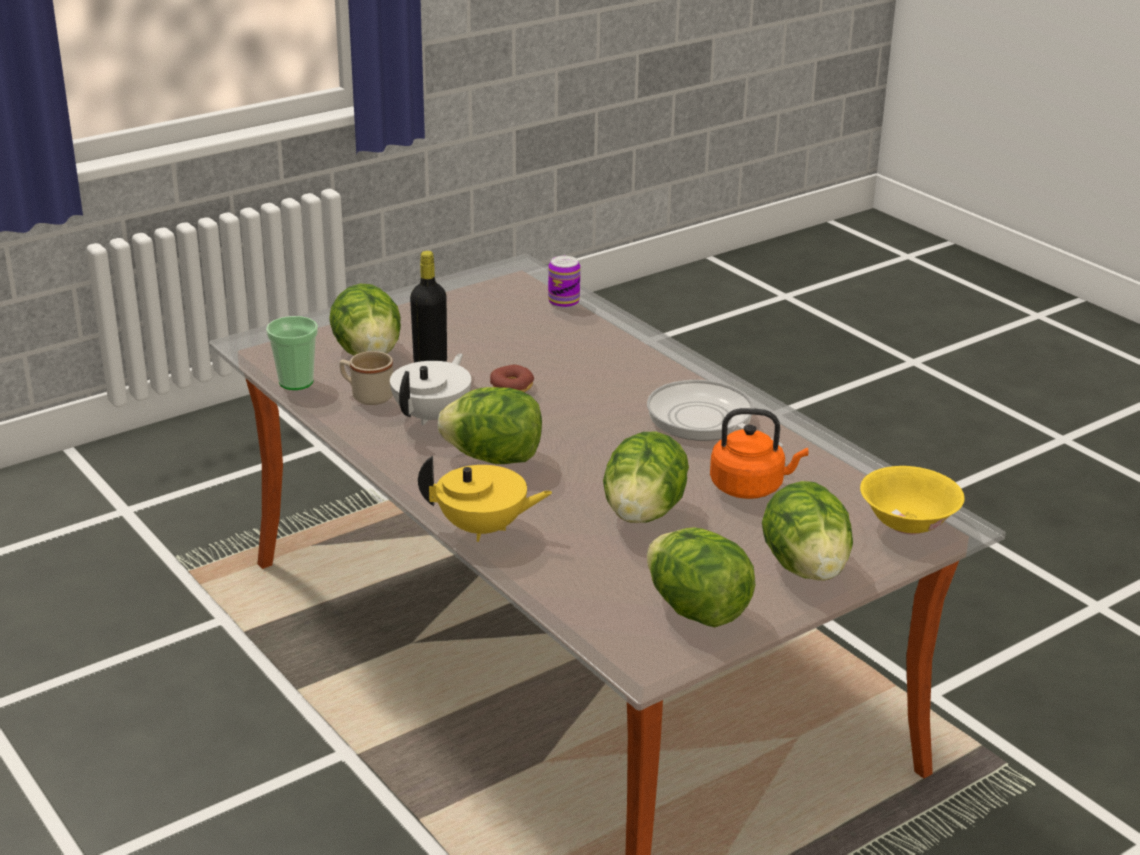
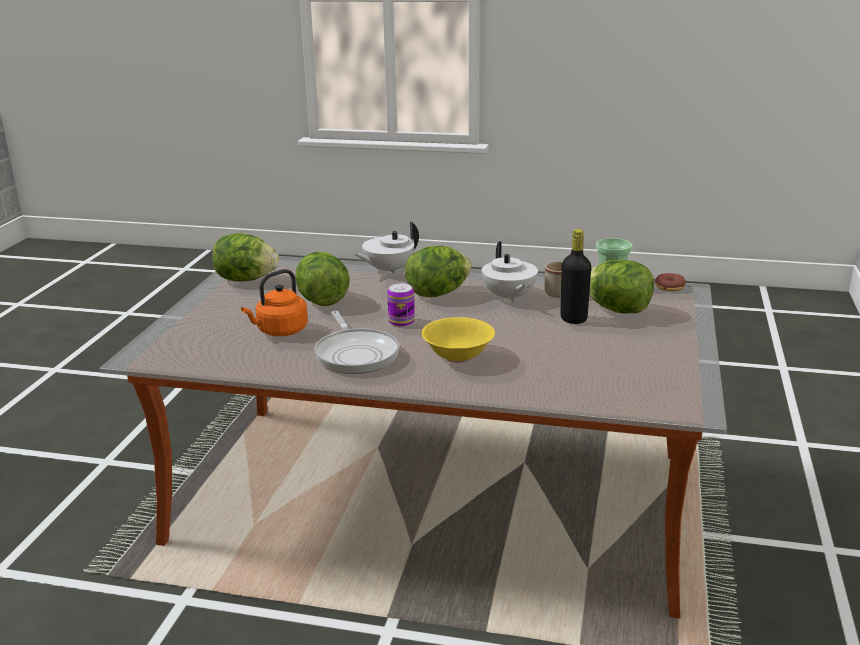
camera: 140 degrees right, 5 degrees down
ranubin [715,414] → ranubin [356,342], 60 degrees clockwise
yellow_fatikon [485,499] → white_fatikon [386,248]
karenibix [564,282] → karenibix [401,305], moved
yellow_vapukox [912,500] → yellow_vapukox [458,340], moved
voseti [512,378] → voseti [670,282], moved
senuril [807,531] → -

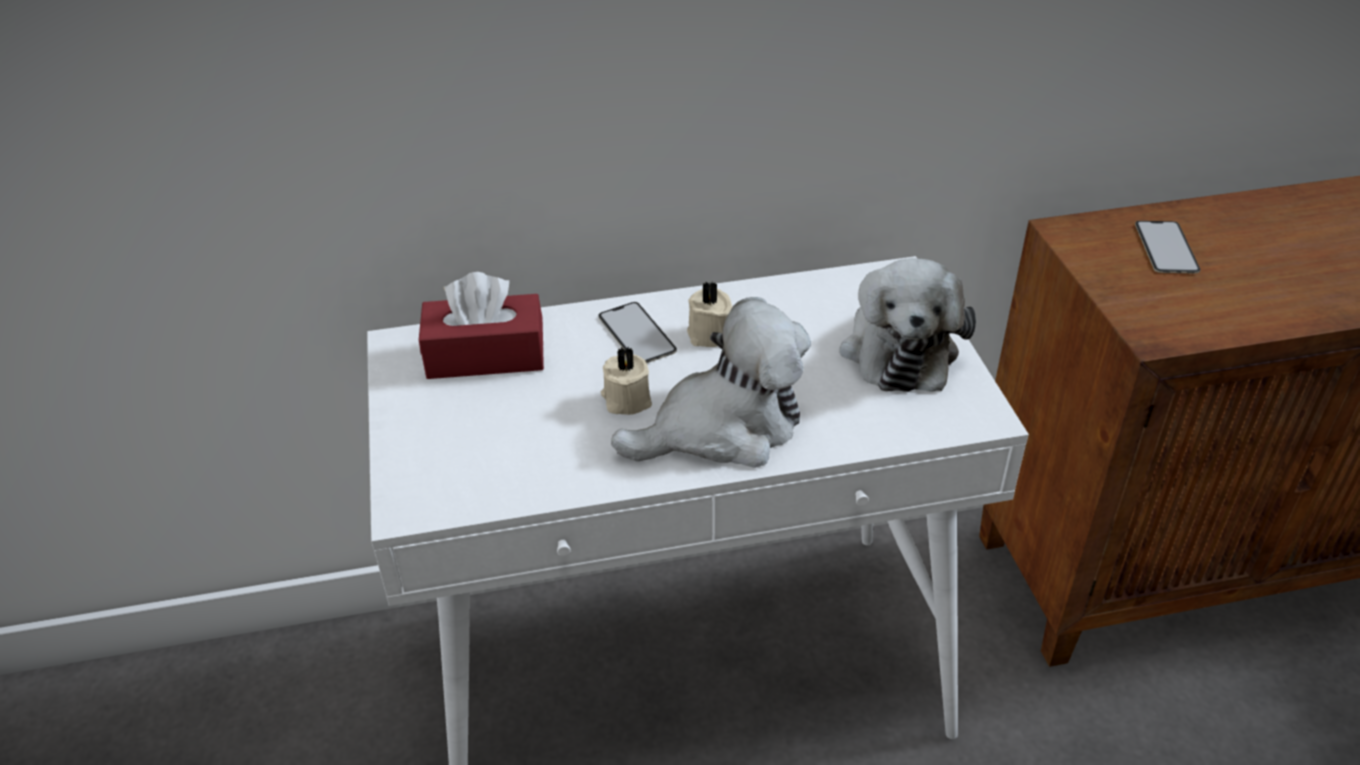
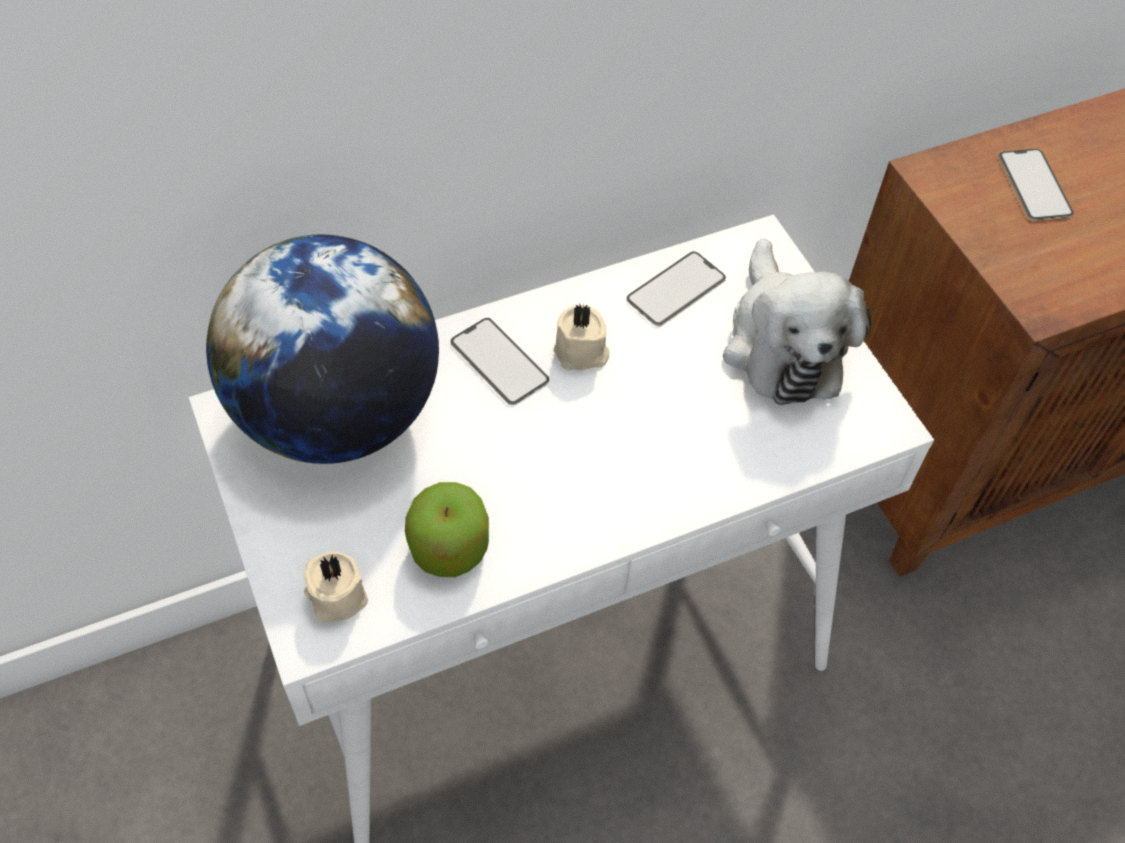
camera: 15 degrees left, 15 degrees up
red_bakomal [481,325] → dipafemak [322,349]
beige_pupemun [626,380] → beige_pupemun [335,587], moved
- → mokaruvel [447,529]
- → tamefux [676,288]
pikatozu [711,382] → -

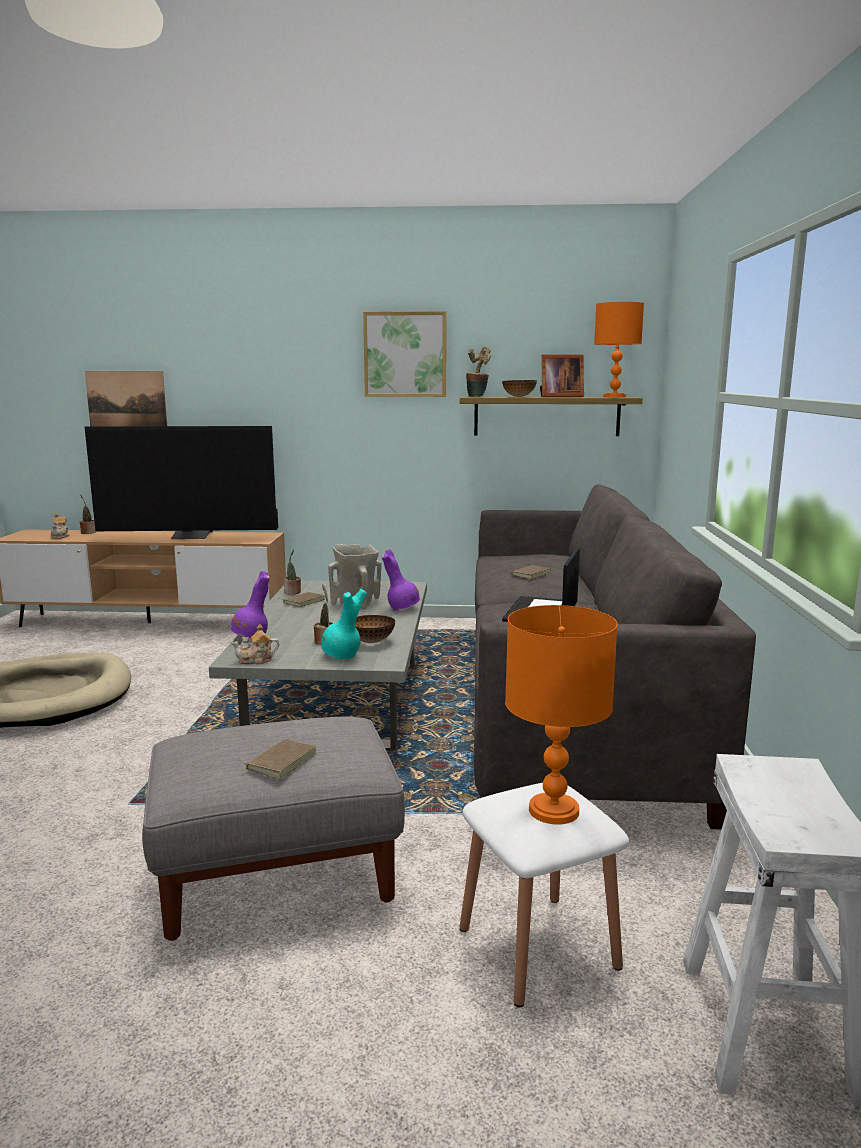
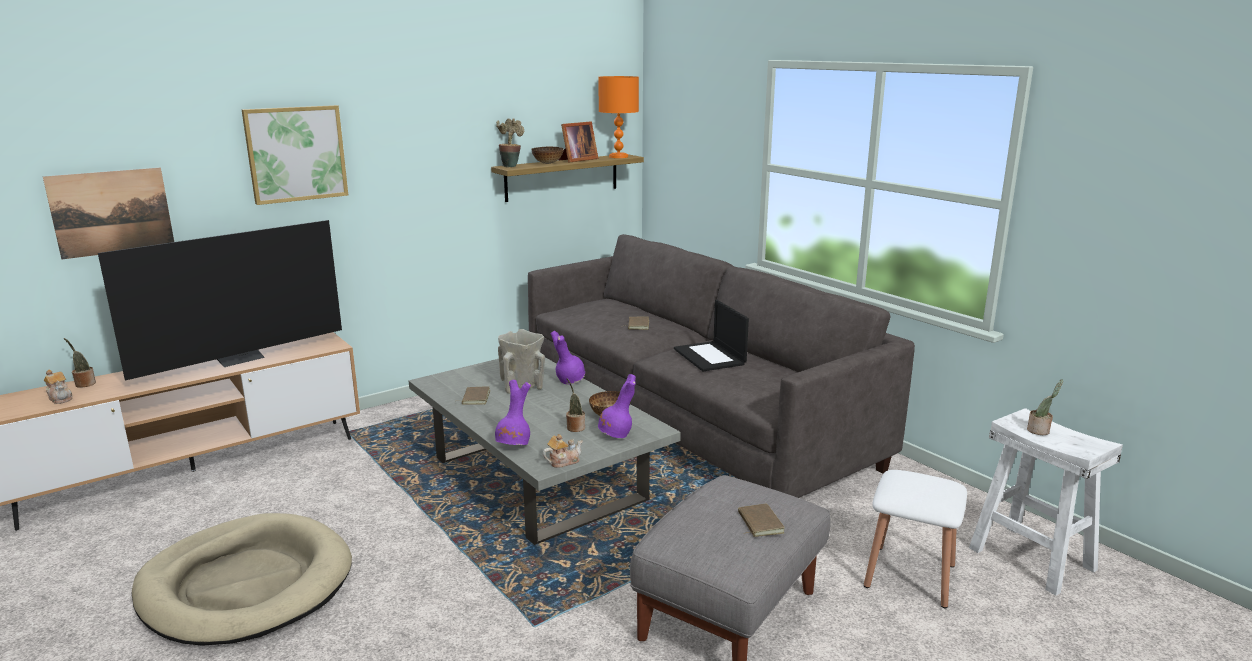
camera: 40 degrees left, 5 degrees up
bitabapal [404,354] → bitabapal [295,155], moved
fatikon [255,644] → fatikon [563,451], 150 degrees counterclockwise
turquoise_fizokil [344,624] → purple_fizokil [617,406]
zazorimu [292,572] → zazorimu [1045,407], moved
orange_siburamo [561,715] → -

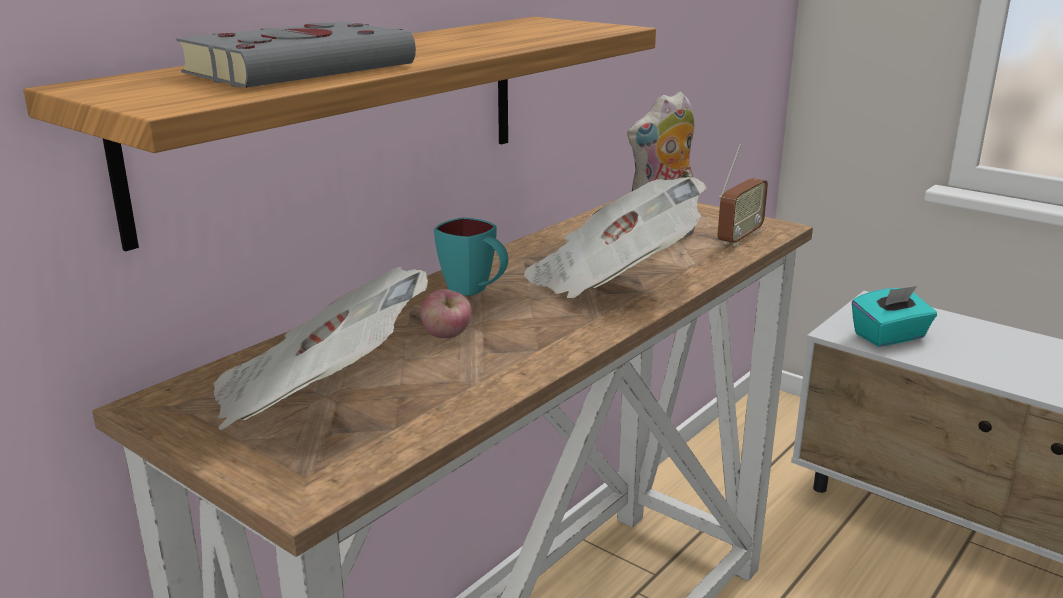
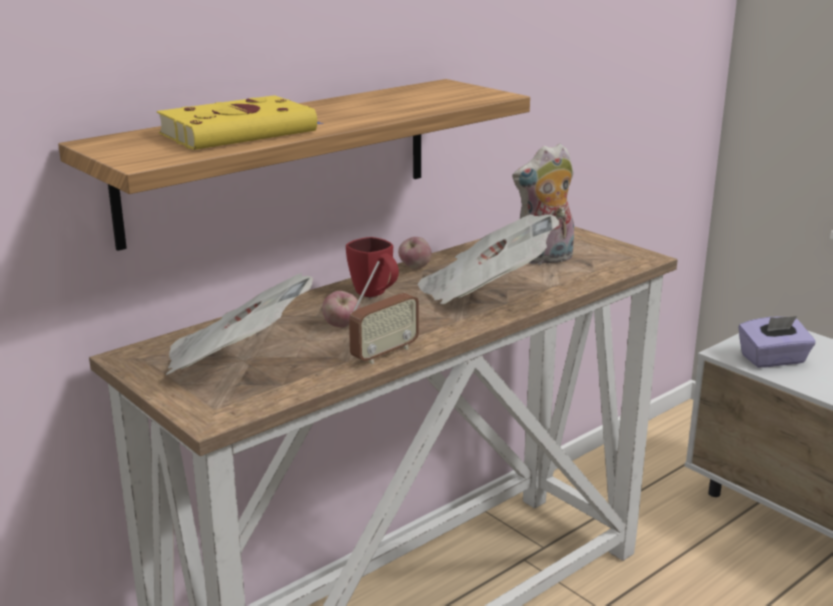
camera: 10 degrees right, 0 degrees up
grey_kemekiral [296,54] → yellow_kemekiral [240,122]
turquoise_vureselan [471,257] → red_vureselan [372,267]
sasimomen [742,195] → sasimomen [384,312], moved
- → mokaruvel [415,253]
turquoise_bakomal [894,316] → purple_bakomal [777,342]

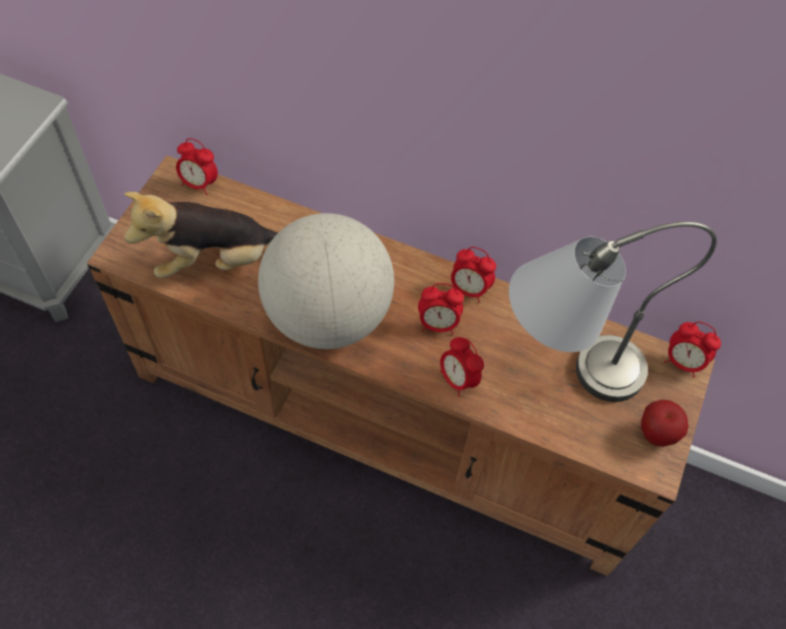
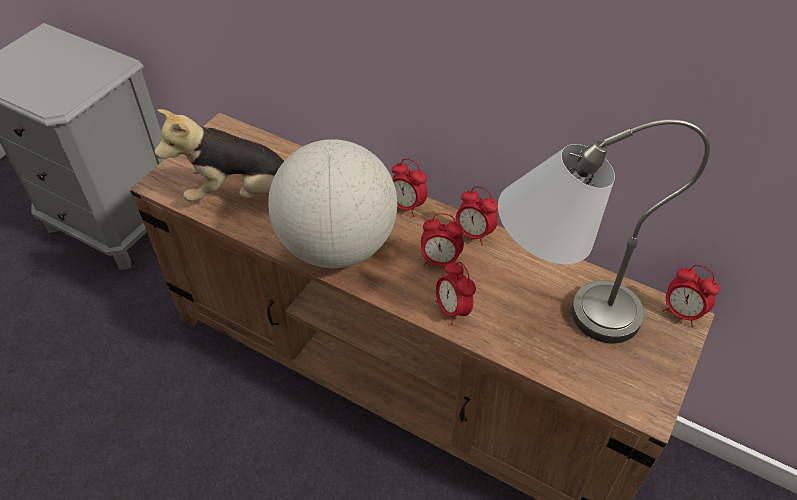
camera: 10 degrees right, 10 degrees down
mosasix [197,166] → mosasix [409,187], moved
mokaruvel [664,423] → -

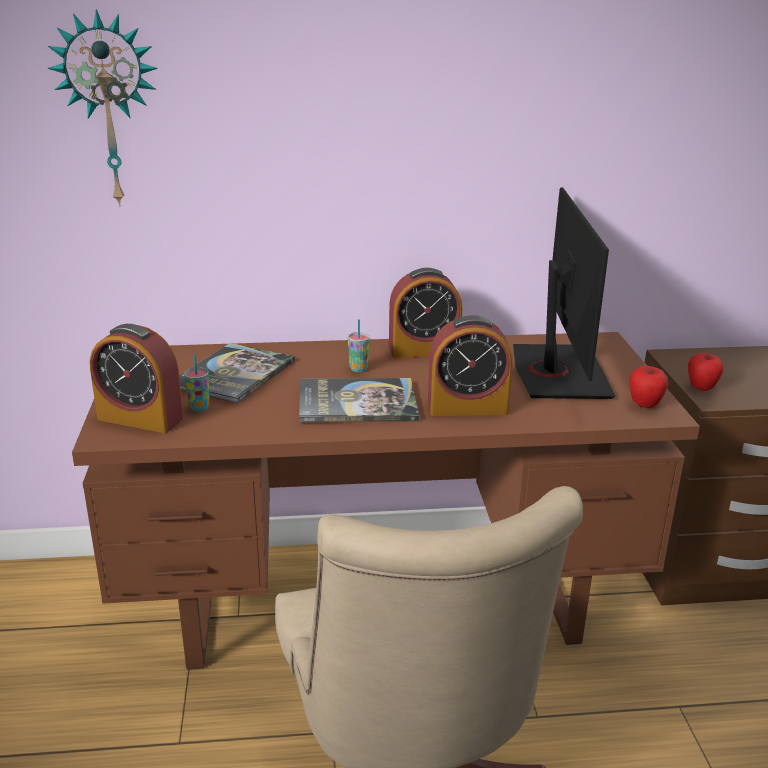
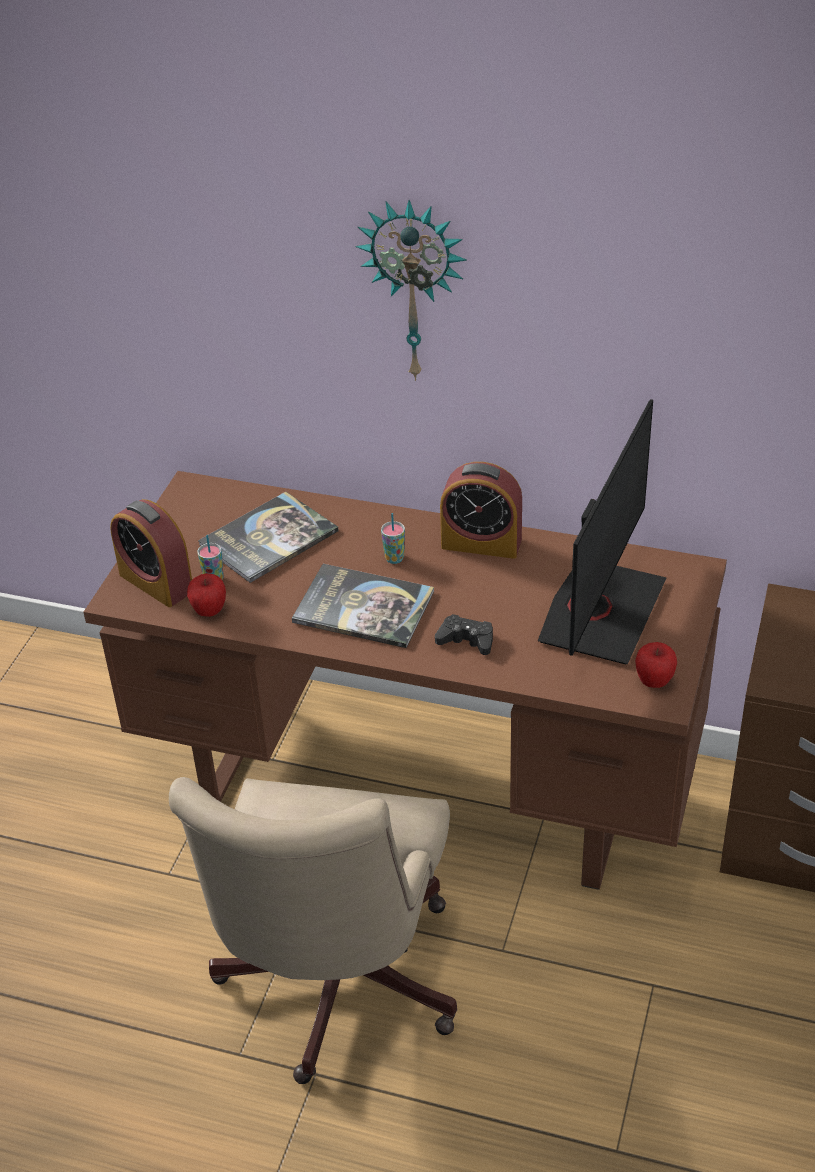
camera: 25 degrees right, 15 degrees up
mokaruvel [706,372] → mokaruvel [206,595], moved
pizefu [103,108] → pizefu [411,290], moved
mosasix [470,365] → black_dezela [464,634]

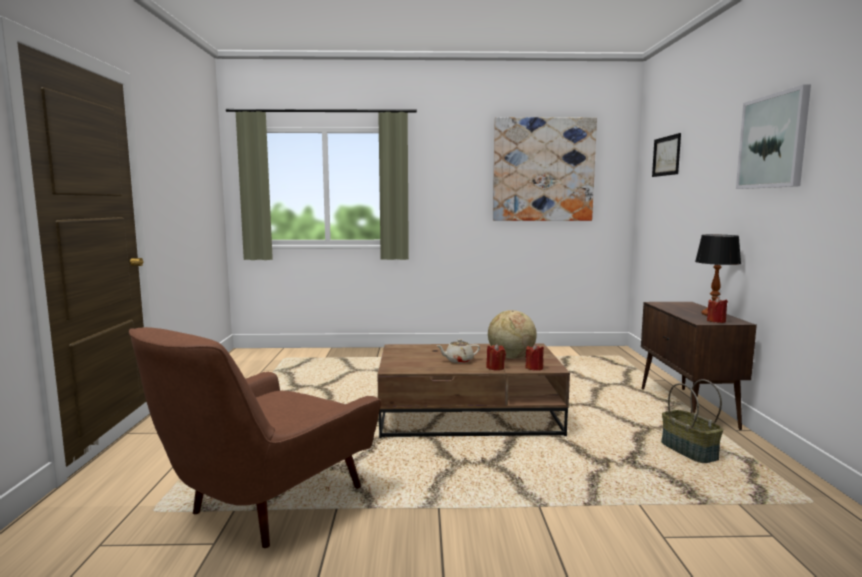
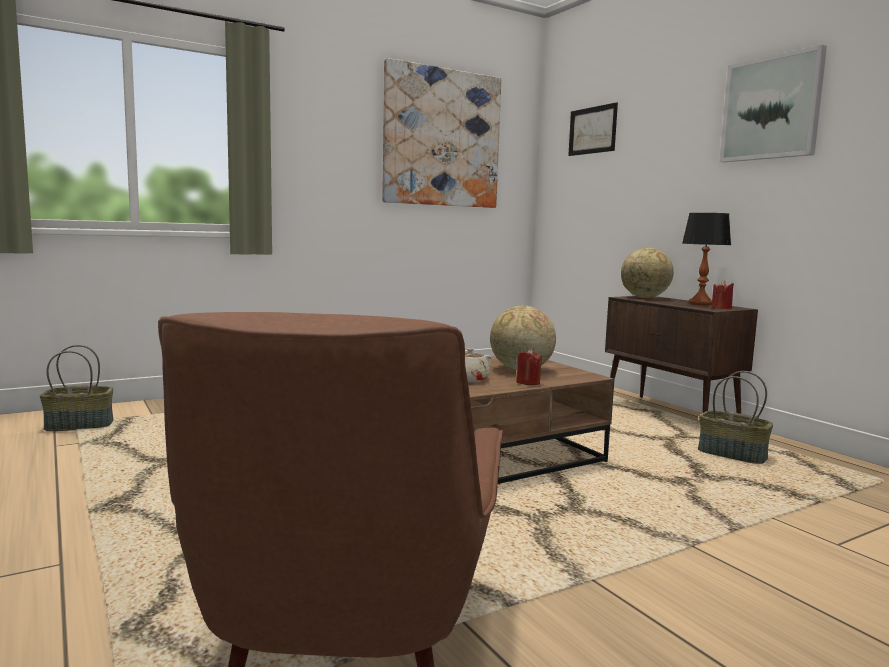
camera: 30 degrees left, 0 degrees up
- → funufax [77,388]
- → dipafemak [647,272]
red_pupemun [534,357] → -

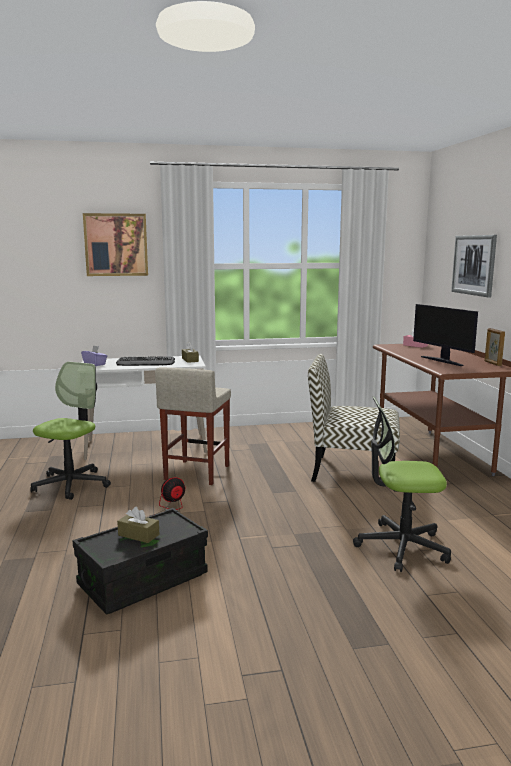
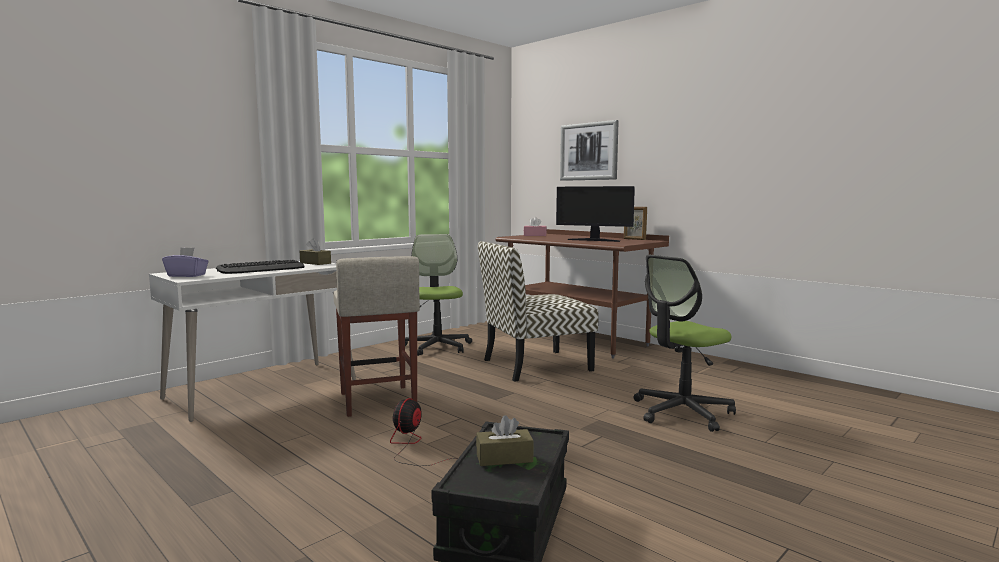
camera: 35 degrees left, 5 degrees down
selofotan [70,431] → selofotan [438,295], moved
bitabapal [115,244] → -

